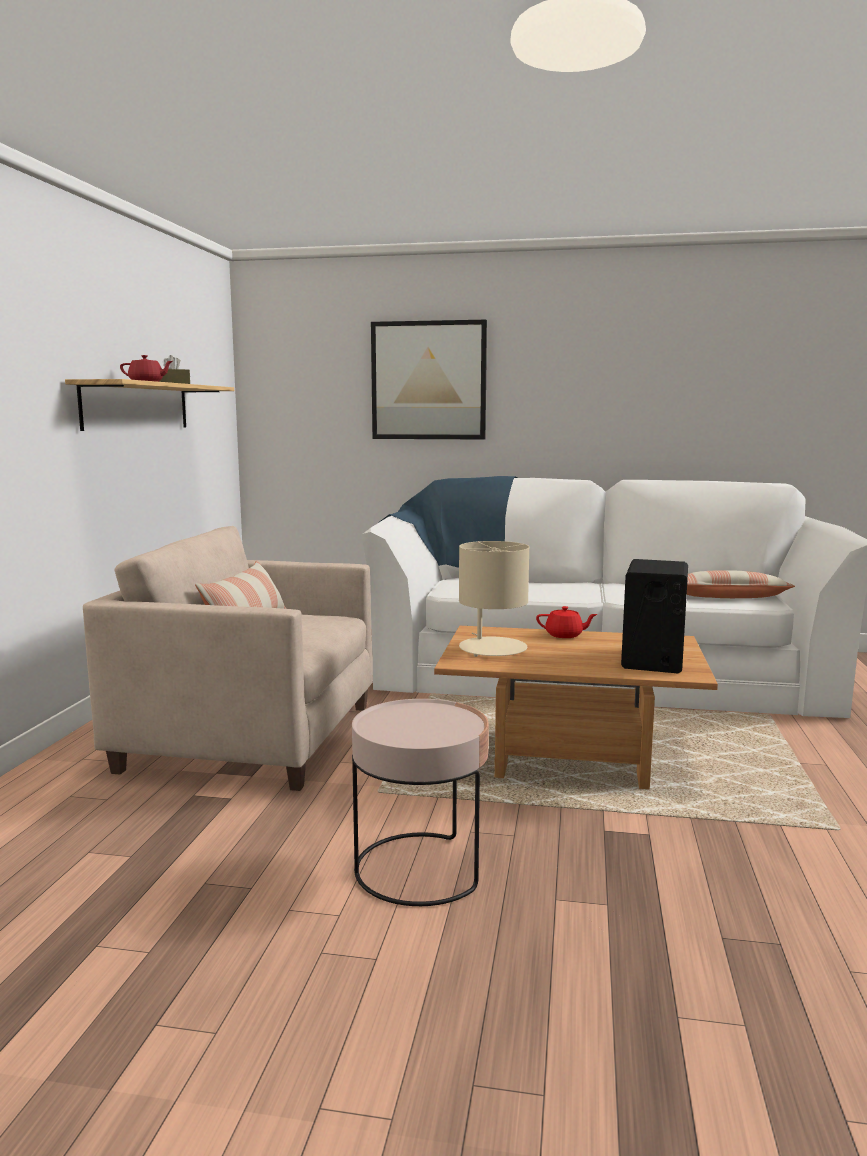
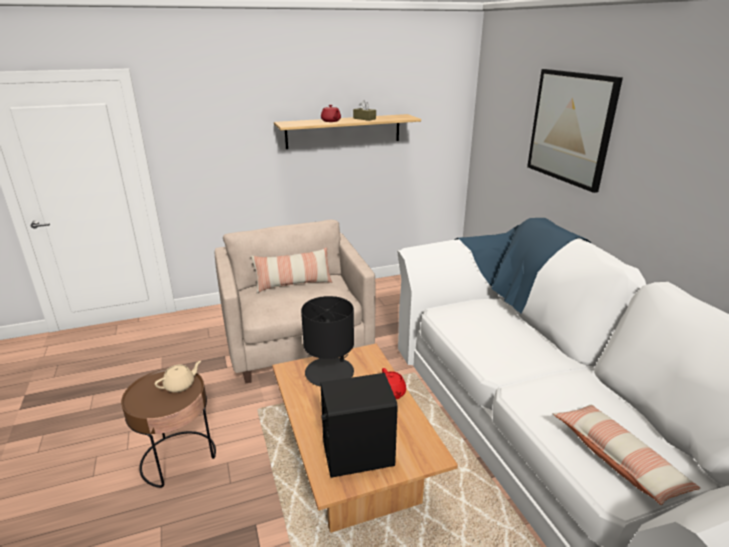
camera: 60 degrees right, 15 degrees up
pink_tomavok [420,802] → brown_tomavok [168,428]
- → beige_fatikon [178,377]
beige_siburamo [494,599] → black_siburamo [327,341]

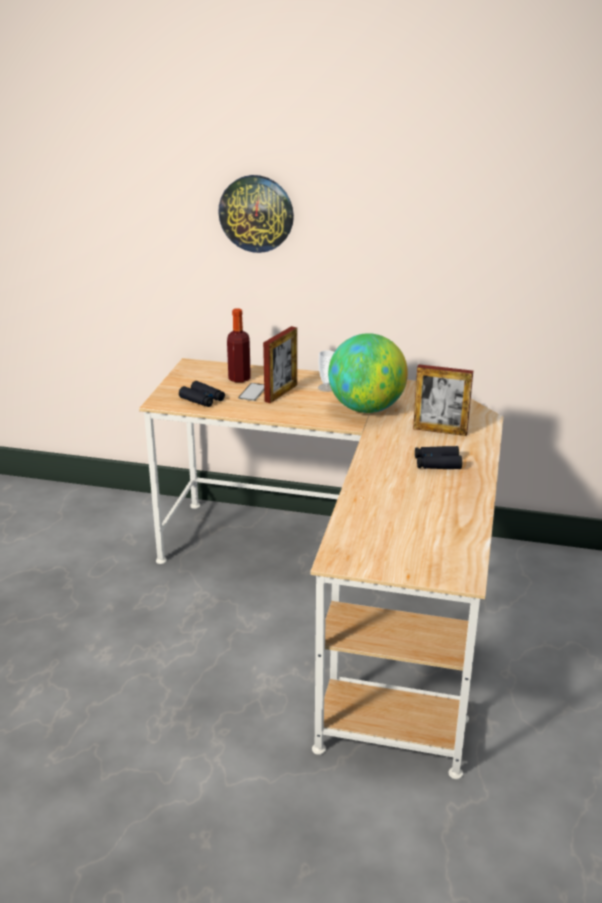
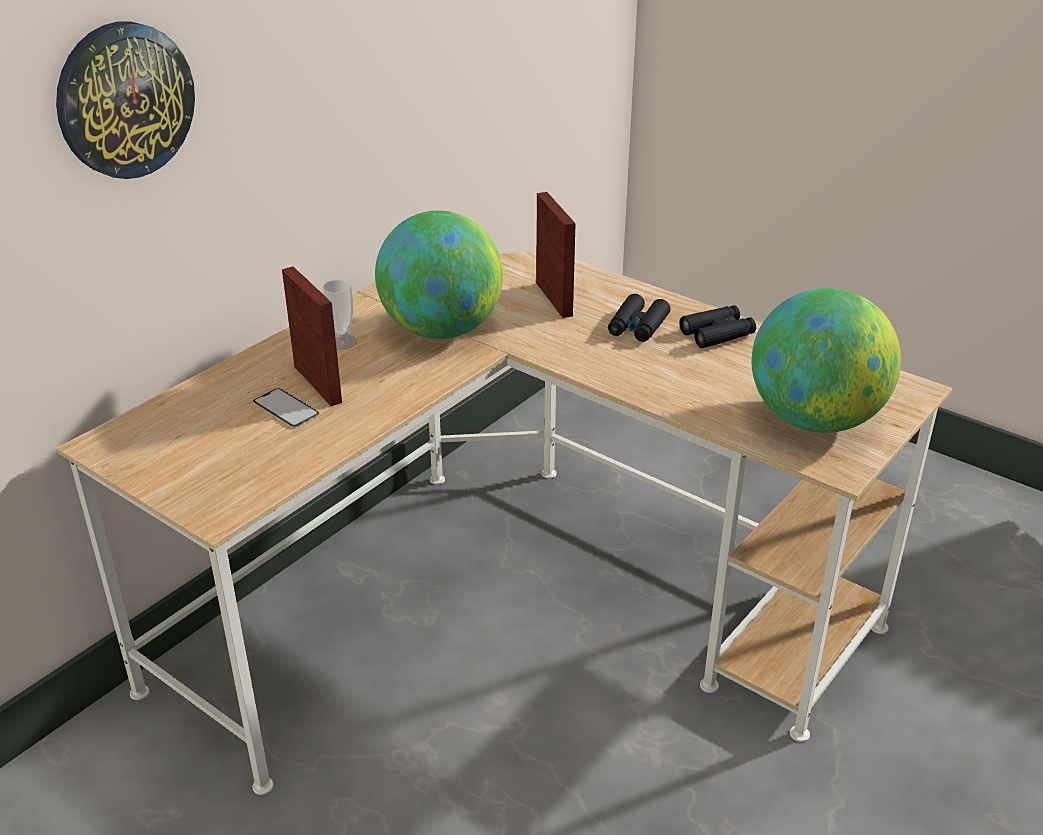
camera: 65 degrees left, 5 degrees up
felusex [443,400] → felusex [556,255], 60 degrees counterclockwise
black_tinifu [202,394] → black_tinifu [717,326], moved
- → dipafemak [826,360]
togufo [239,345] → -

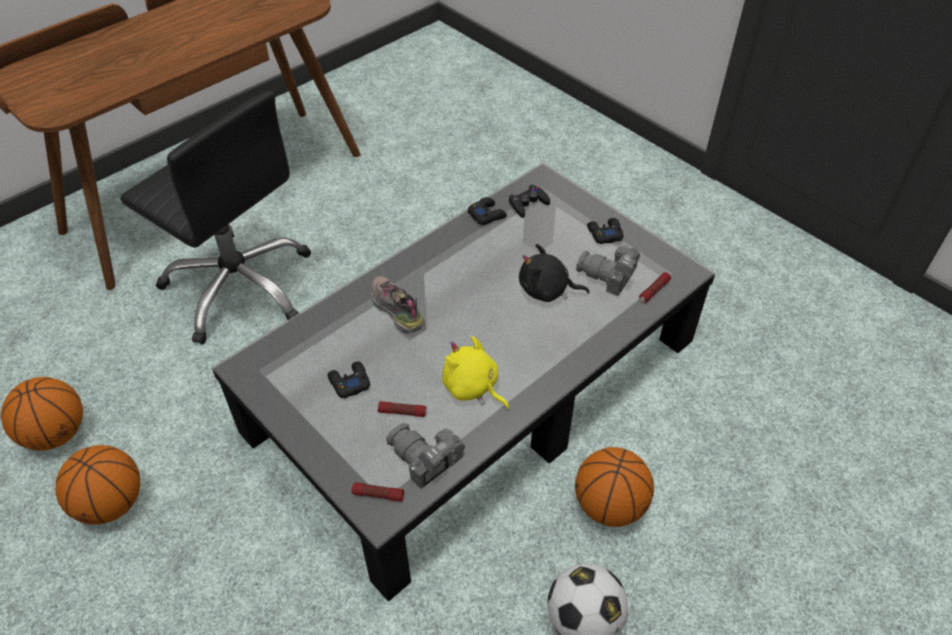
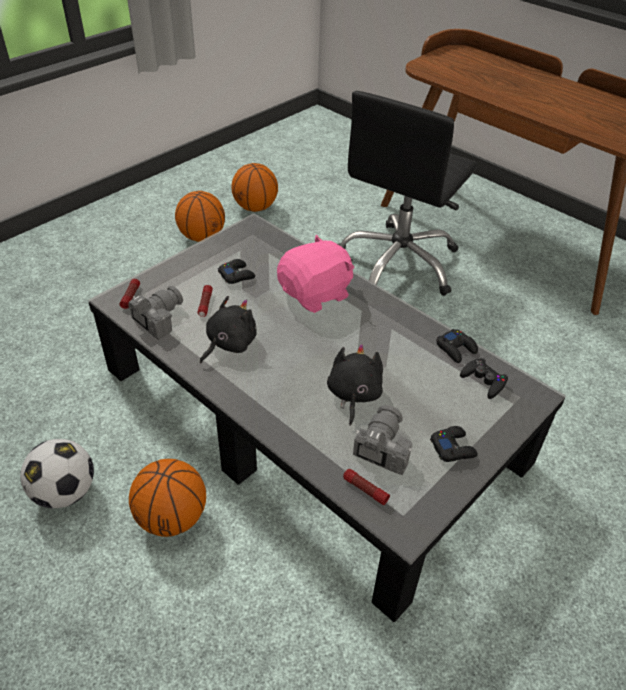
camera: 85 degrees right, 5 degrees down
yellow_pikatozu [475,373] → black_pikatozu [228,330]
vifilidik [398,304] → pink_pikatozu [315,274]

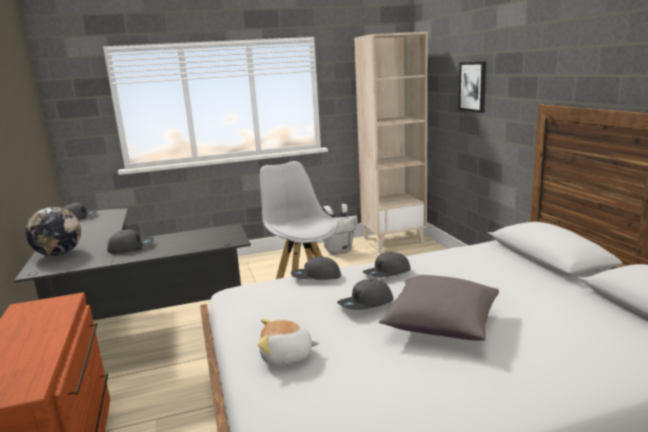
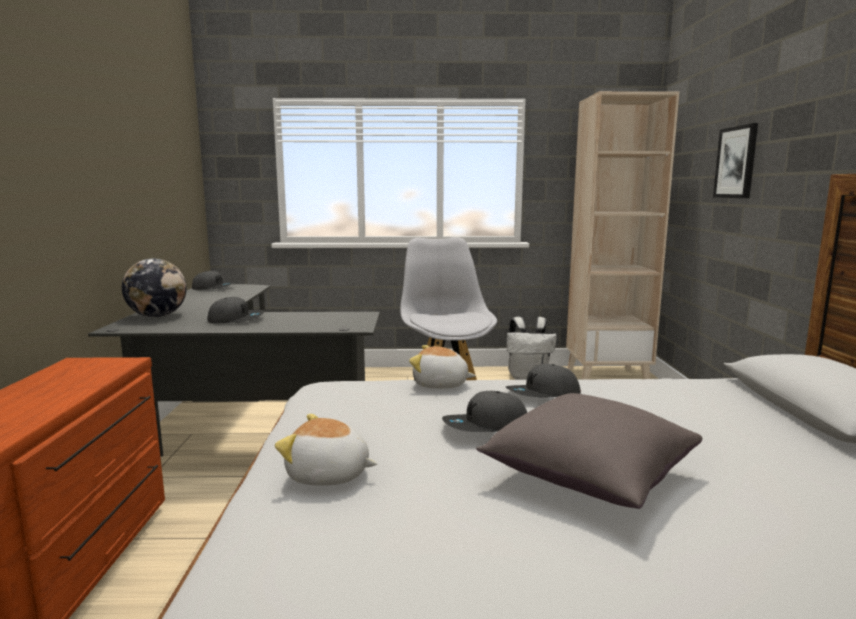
camera: 15 degrees right, 5 degrees down
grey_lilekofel [316,268] → pikatozu [442,367]

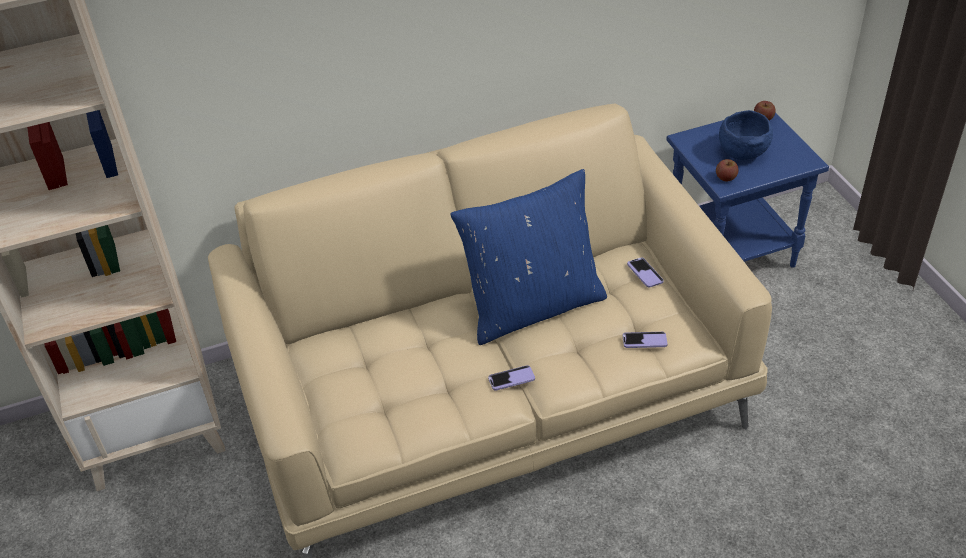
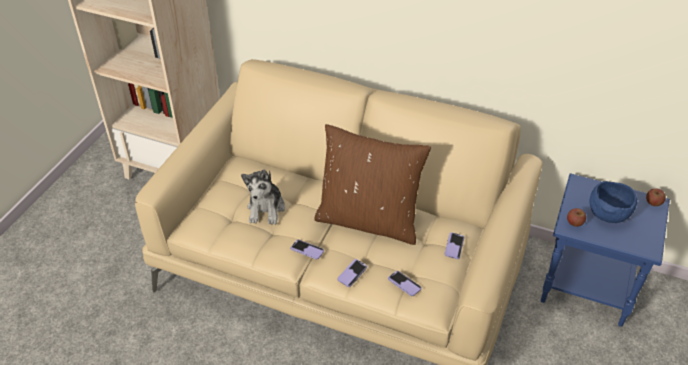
camera: 40 degrees right, 0 degrees up
- → pikatozu [263,197]
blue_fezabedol [528,257] → brown_fezabedol [372,184]
- → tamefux [352,273]

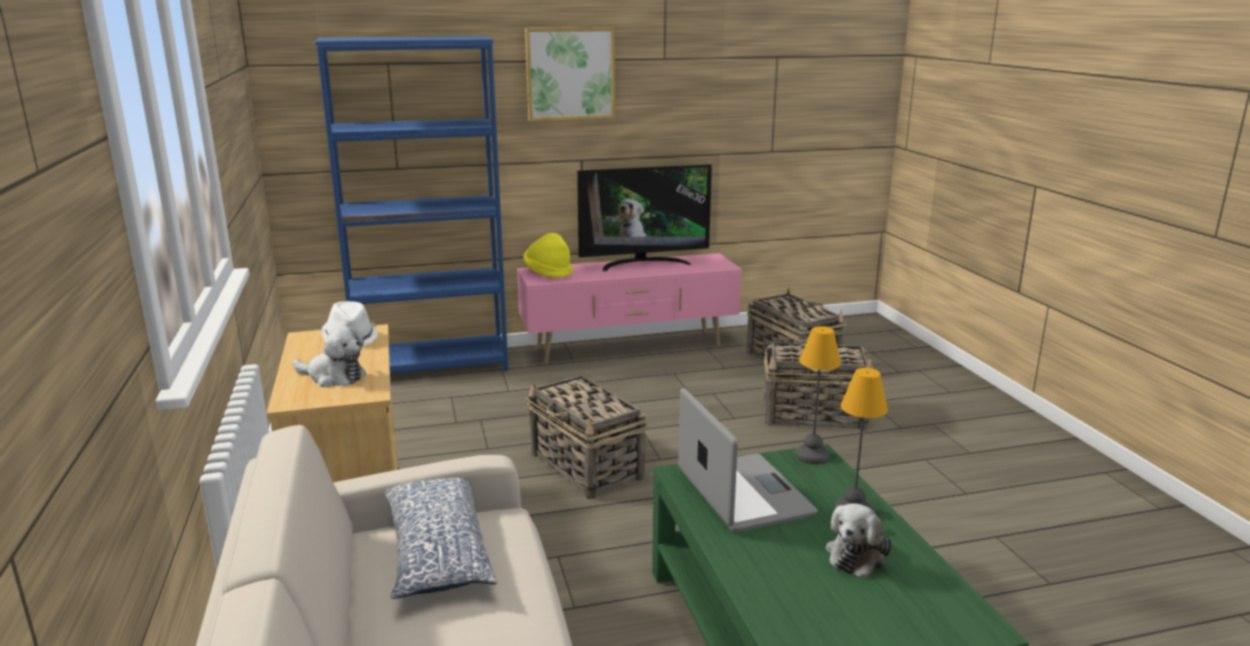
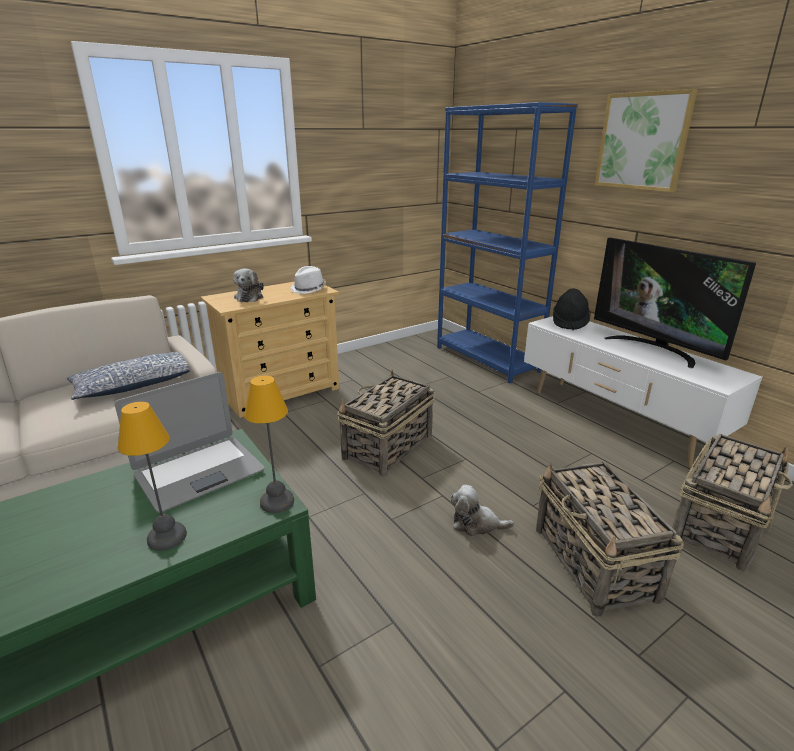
camera: 70 degrees right, 5 degrees up
pikatozu [859,540] → pikatozu [482,511], moved
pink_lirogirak [629,308] → white_lirogirak [643,391]
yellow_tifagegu [548,255] → black_tifagegu [571,309]

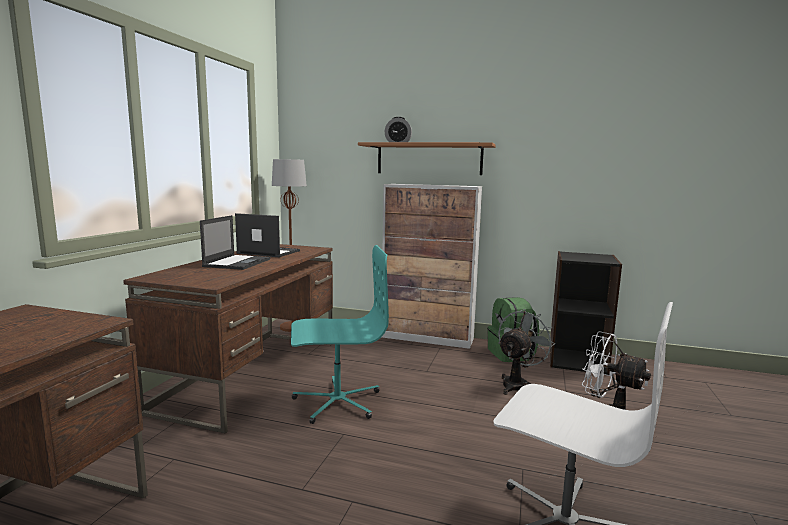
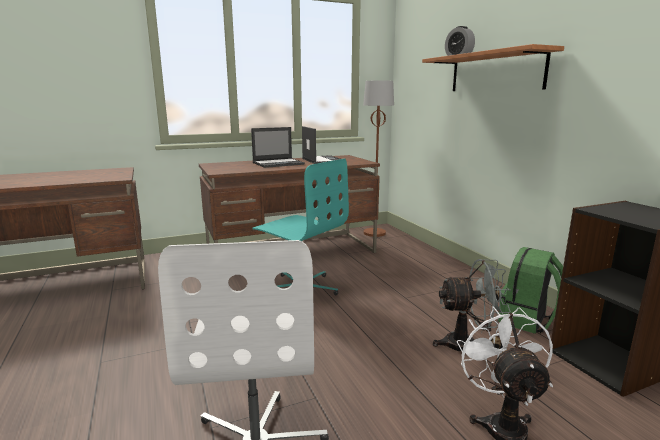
camera: 50 degrees right, 5 degrees up
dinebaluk [432,266] → -

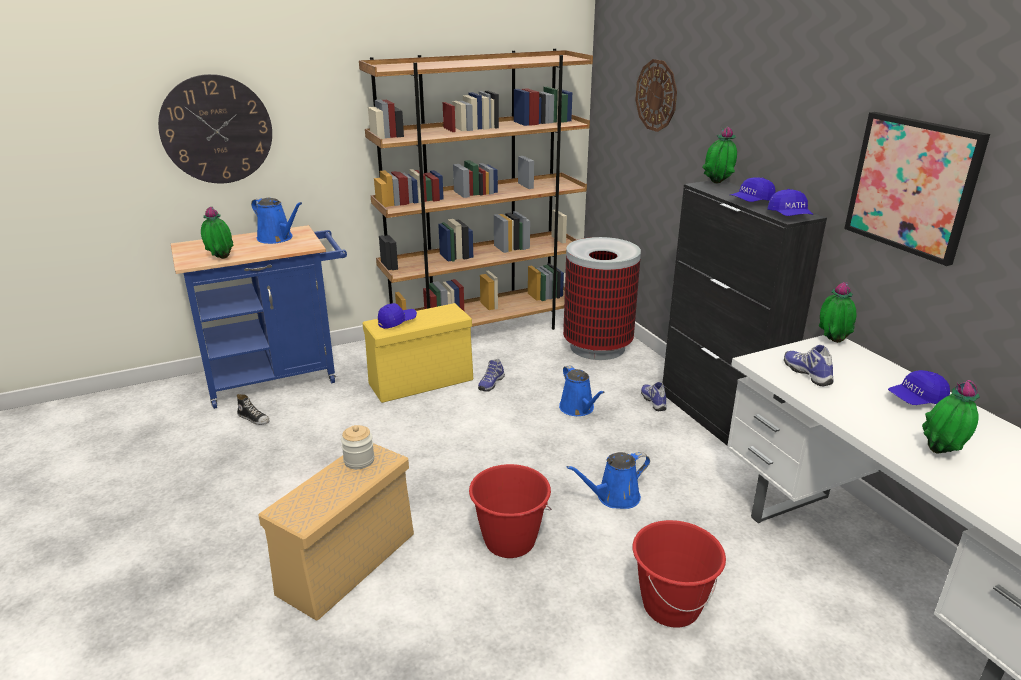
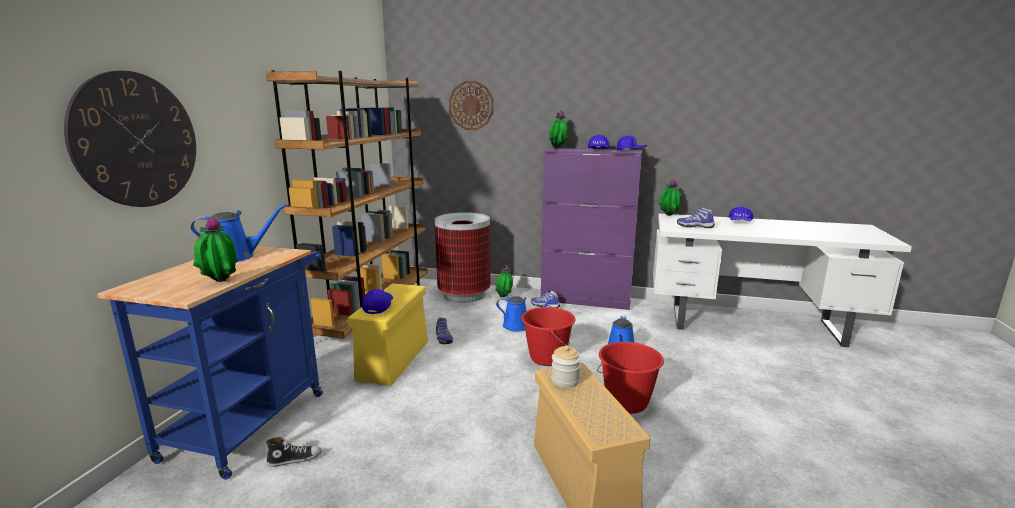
camera: 50 degrees left, 10 degrees down
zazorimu [951,417] → zazorimu [504,281], moved
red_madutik [679,574] → red_madutik [548,336], moved
black_dinebaluk [745,313] → purple_dinebaluk [591,229]
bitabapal [917,189] → -

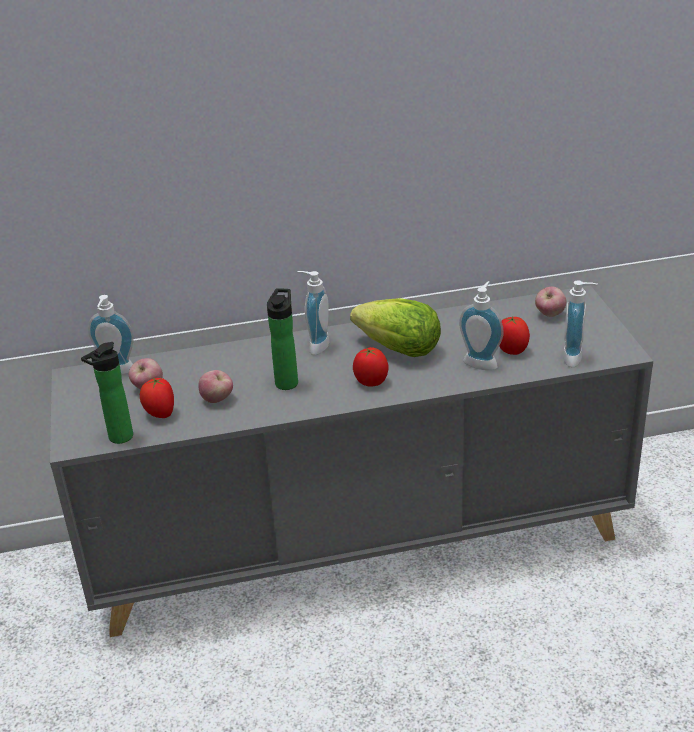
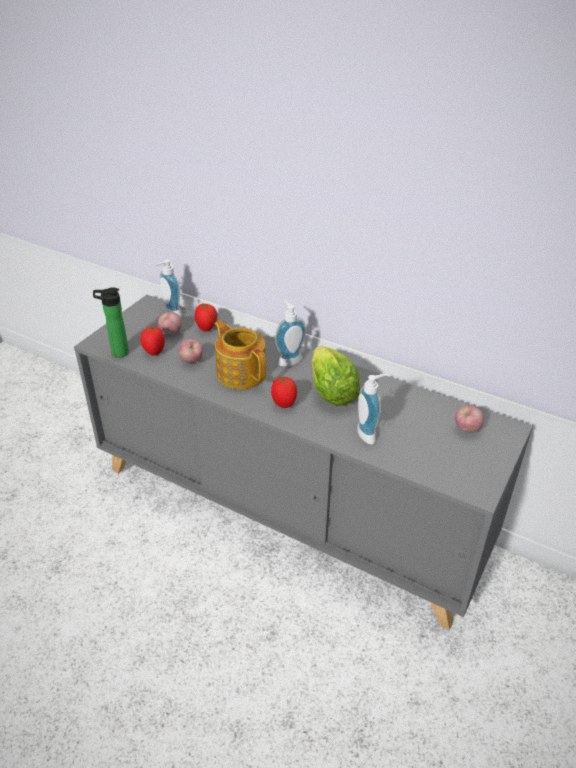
camera: 40 degrees right, 5 degrees up
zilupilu [514,336] → zilupilu [206,317], moved
togufo [282,339] → fatikon [240,354]
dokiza [580,323] → -

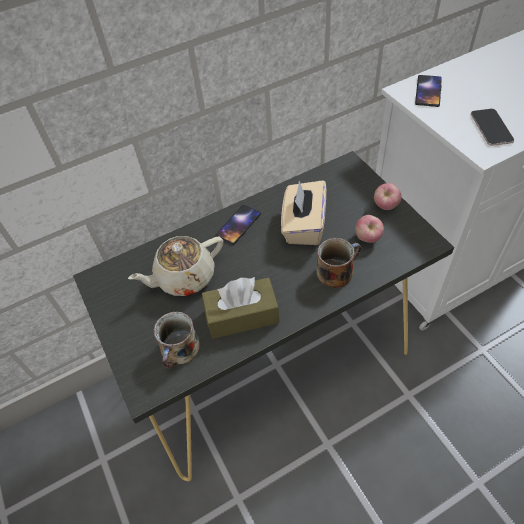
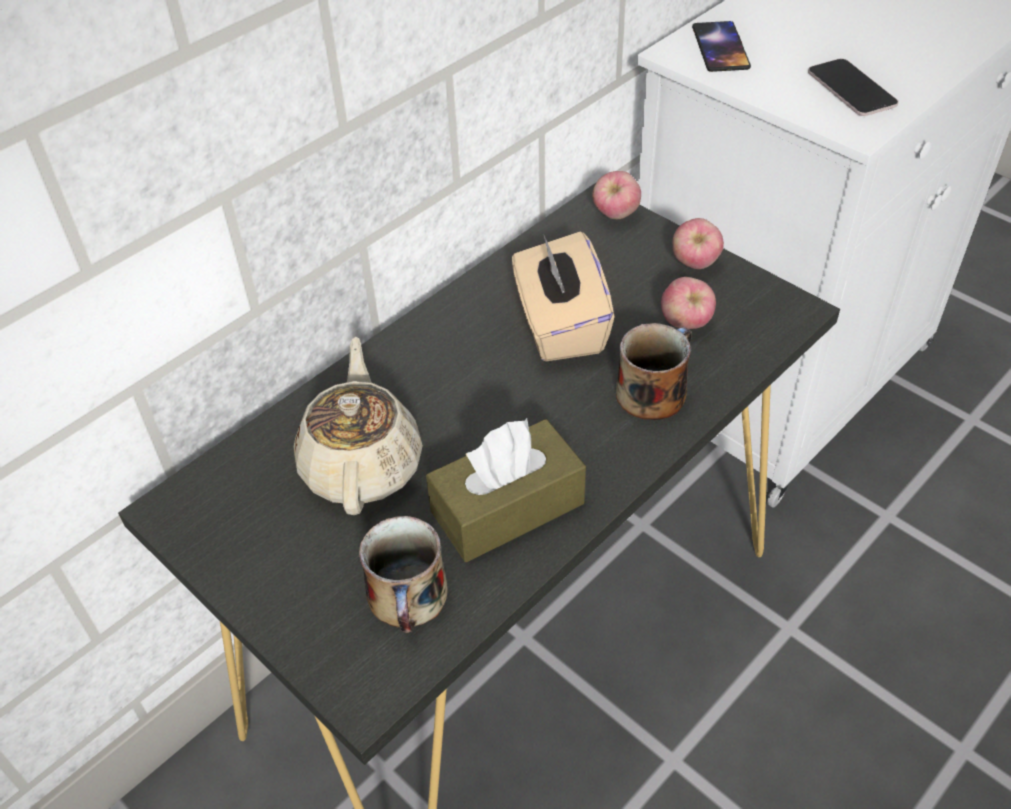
camera: 20 degrees left, 5 degrees down
beige_fatikon [175,266] → beige_fatikon [358,426], 135 degrees clockwise
- → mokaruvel [616,195]
tamefux [238,225] → -

